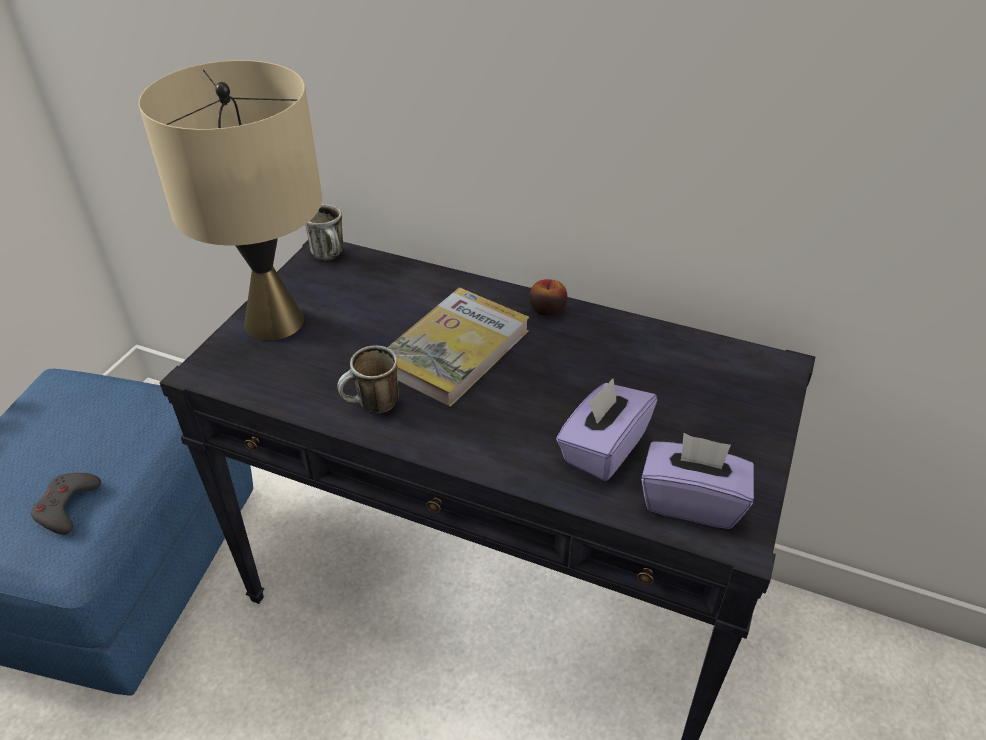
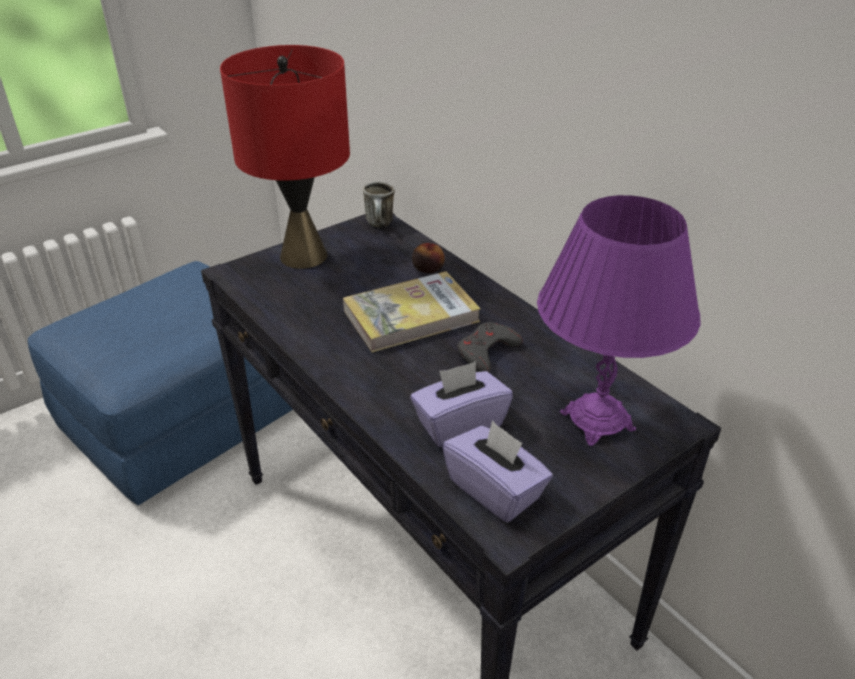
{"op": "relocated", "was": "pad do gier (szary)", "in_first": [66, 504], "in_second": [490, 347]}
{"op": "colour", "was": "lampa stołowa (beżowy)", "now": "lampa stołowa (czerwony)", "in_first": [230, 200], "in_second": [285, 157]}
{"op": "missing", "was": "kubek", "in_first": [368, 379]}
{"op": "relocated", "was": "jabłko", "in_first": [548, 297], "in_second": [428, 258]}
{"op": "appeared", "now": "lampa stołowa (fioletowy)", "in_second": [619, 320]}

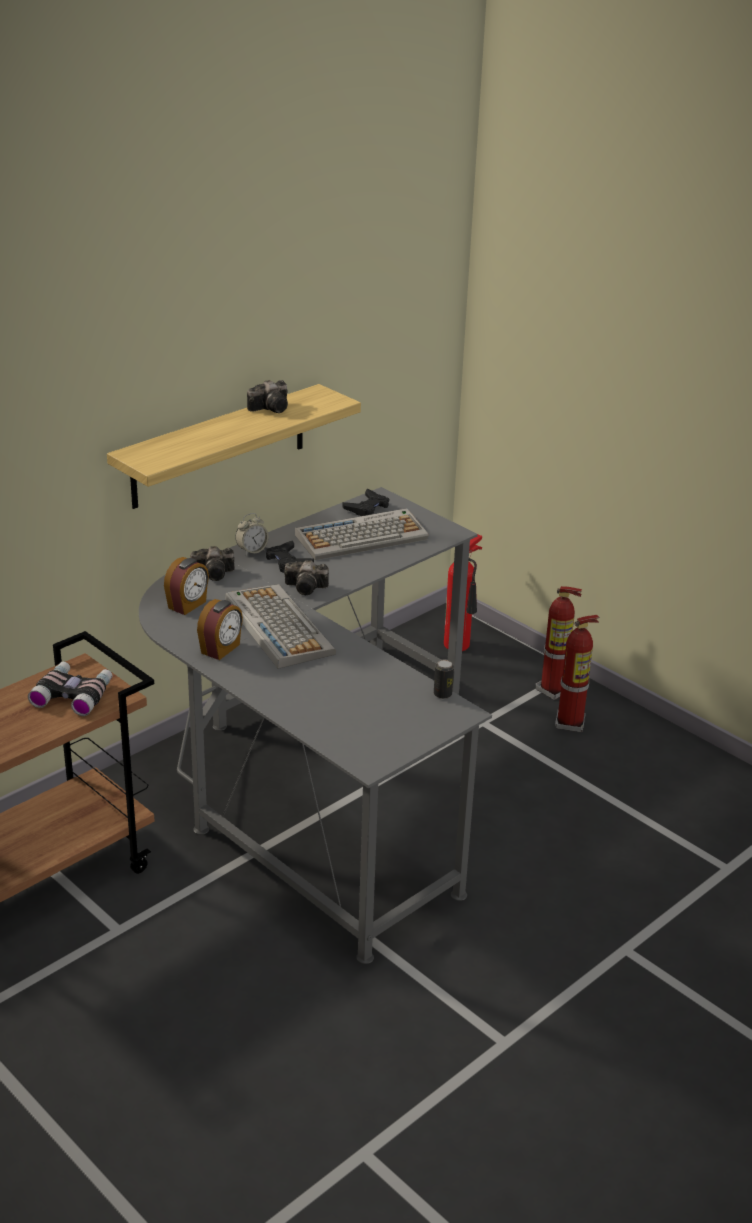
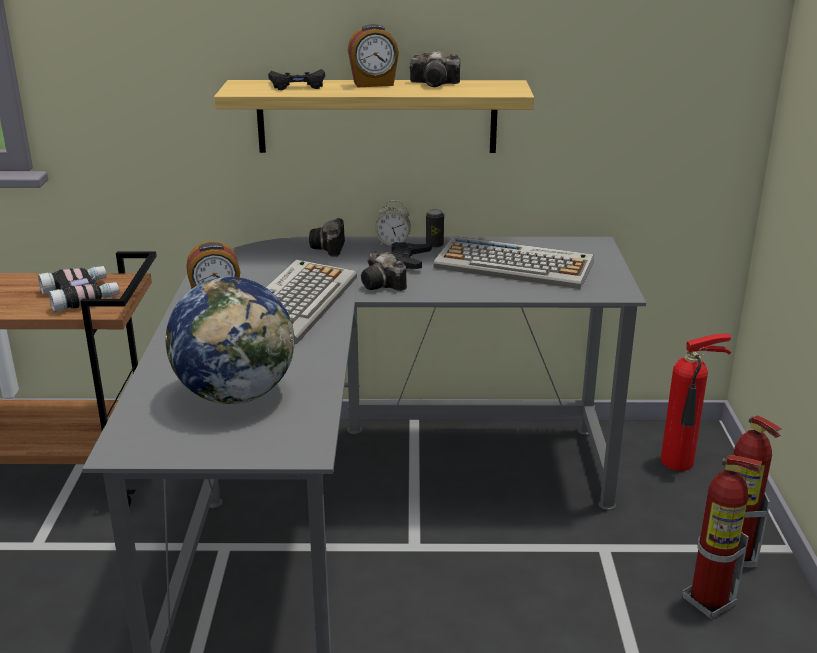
{"op": "relocated", "was": "budzik", "in_first": [186, 586], "in_second": [373, 55]}
{"op": "spun", "was": "aparat fotograficzny", "in_first": [212, 563], "in_second": [327, 237], "clockwise": 60}
{"op": "relocated", "was": "pad do gier (czarny)", "in_first": [365, 502], "in_second": [296, 79]}
{"op": "relocated", "was": "puszka", "in_first": [444, 679], "in_second": [435, 228]}
{"op": "appeared", "now": "globus", "in_second": [229, 340]}

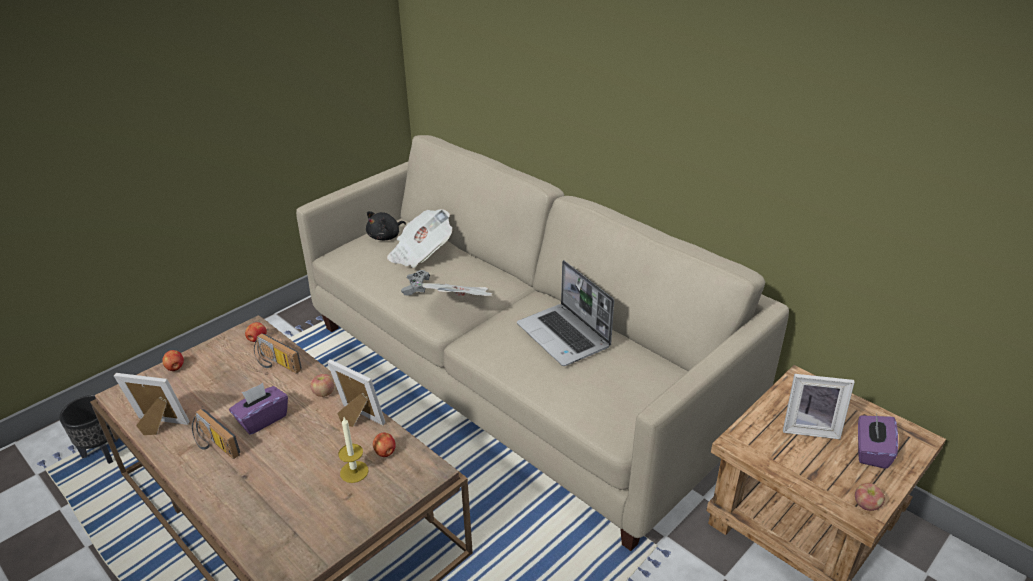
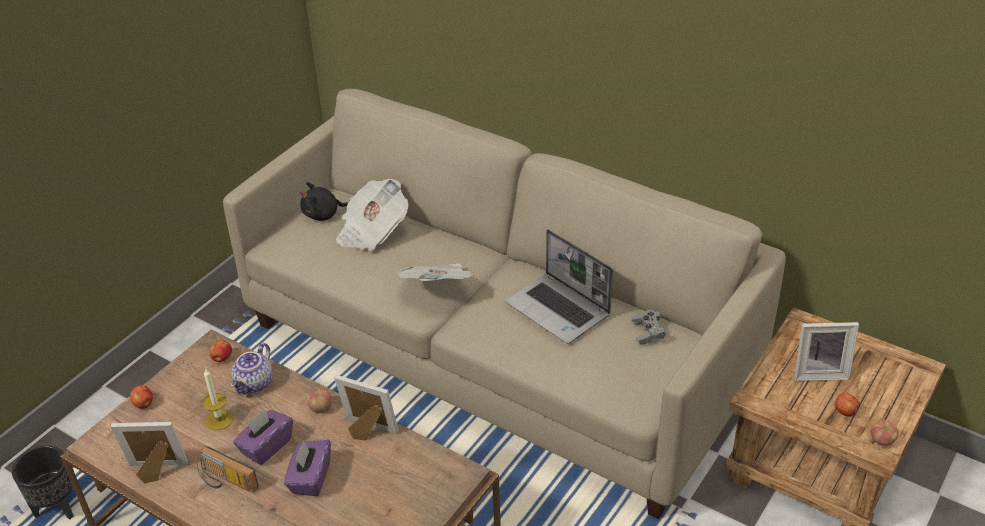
{"op": "exchanged", "was": "radio", "now": "imbryk", "in_first": [278, 353], "in_second": [251, 368]}
{"op": "relocated", "was": "świeca", "in_first": [353, 450], "in_second": [218, 399]}
{"op": "spun", "was": "pluszak (czarny)", "in_first": [386, 225], "in_second": [324, 201], "clockwise": 45}
{"op": "relocated", "was": "jabłko", "in_first": [384, 445], "in_second": [847, 405]}
{"op": "relocated", "was": "pad do gier (szary)", "in_first": [415, 283], "in_second": [648, 327]}
{"op": "relocated", "was": "pudełko chusteczek (fioletowy)", "in_first": [878, 442], "in_second": [307, 468]}

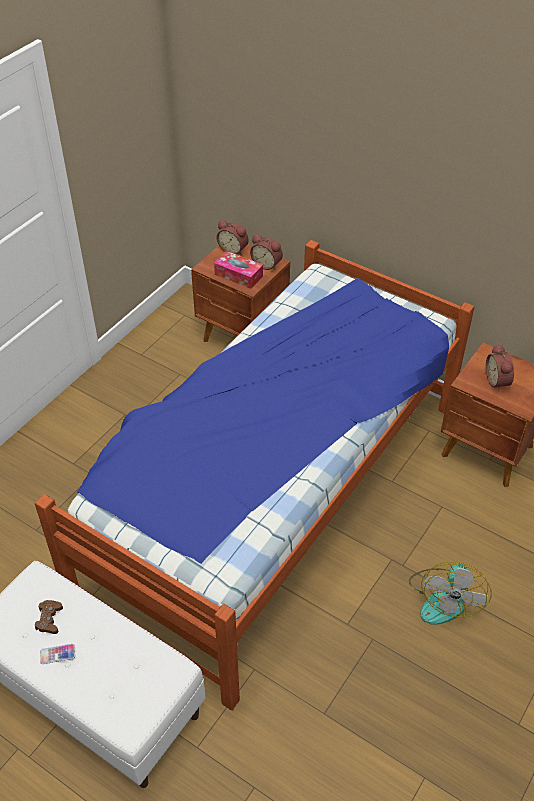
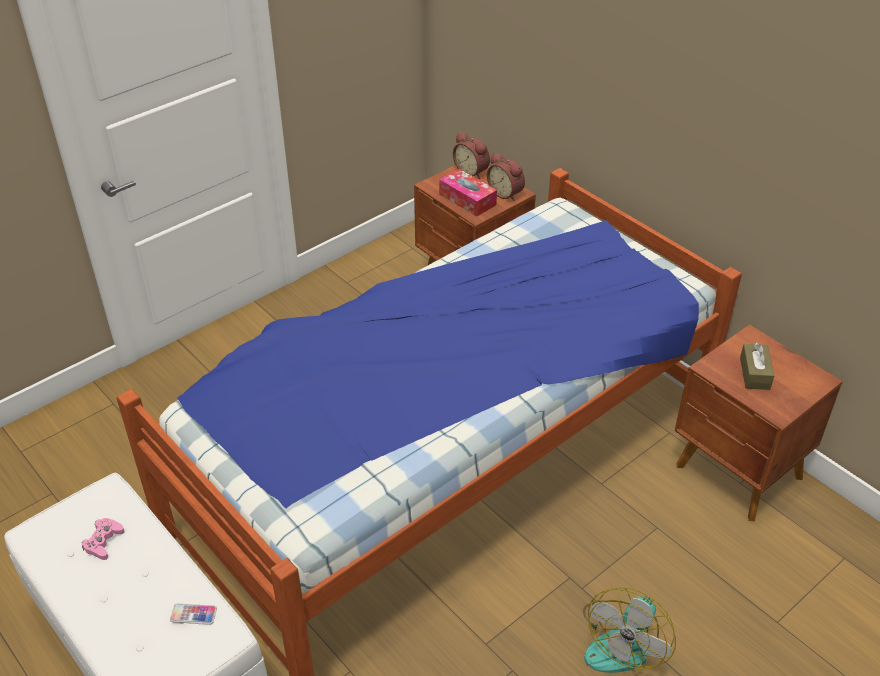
{"op": "colour", "was": "pad do gier (brązowy)", "now": "pad do gier (różowy)", "in_first": [49, 617], "in_second": [103, 539]}
{"op": "relocated", "was": "telefon", "in_first": [57, 654], "in_second": [193, 614]}
{"op": "exchanged", "was": "budzik", "now": "pudełko chusteczek (brązowy)", "in_first": [500, 367], "in_second": [757, 366]}

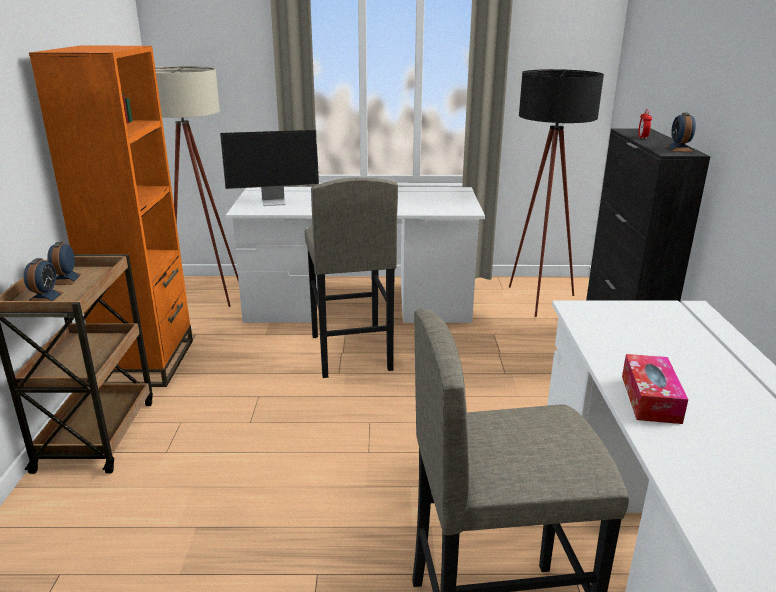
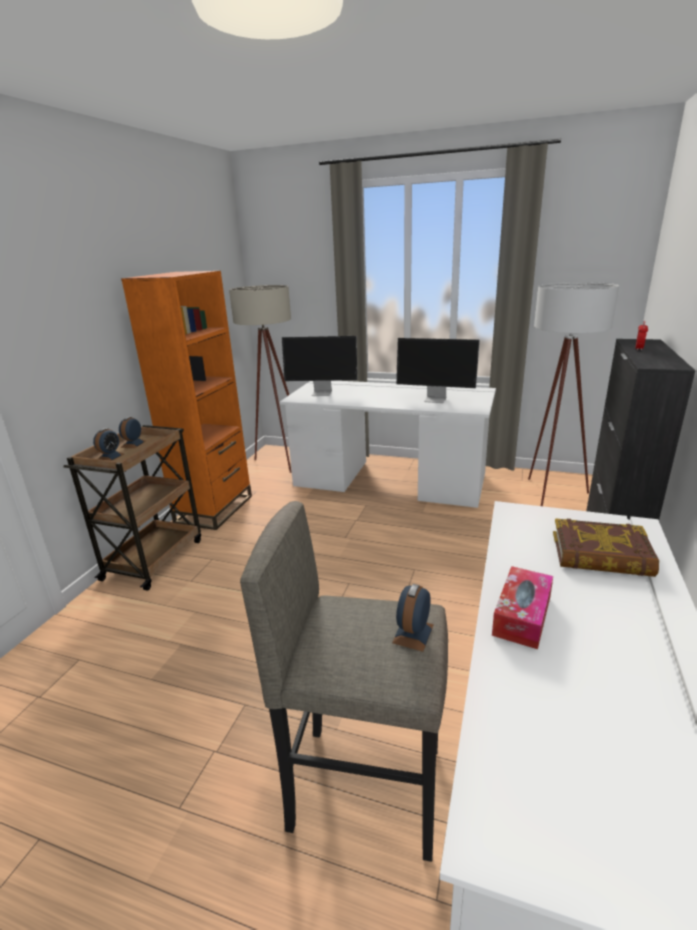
{"op": "missing", "was": "stołek (szary)", "in_first": [351, 277]}
{"op": "colour", "was": "lampa stojąca (czarny)", "now": "lampa stojąca (biały)", "in_first": [556, 193], "in_second": [573, 394]}
{"op": "relocated", "was": "budzik", "in_first": [681, 132], "in_second": [413, 618]}
{"op": "appeared", "now": "monitor", "in_second": [438, 370]}
{"op": "appeared", "now": "książka", "in_second": [606, 547]}

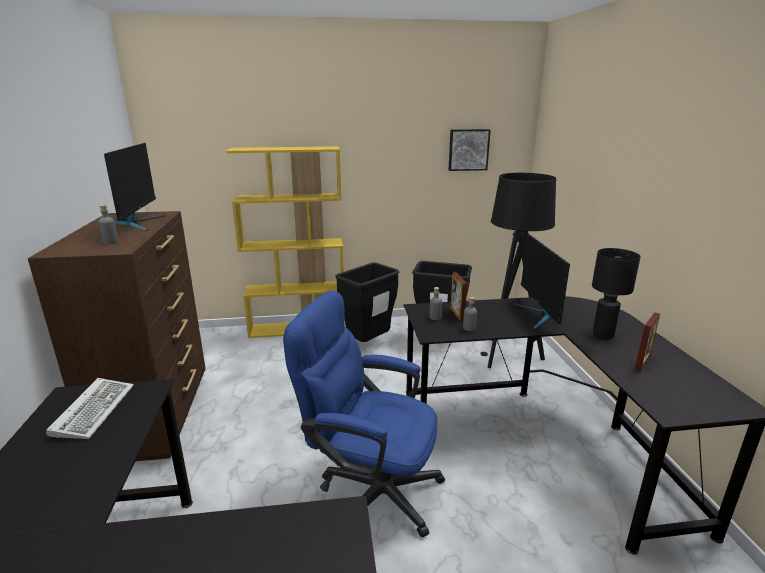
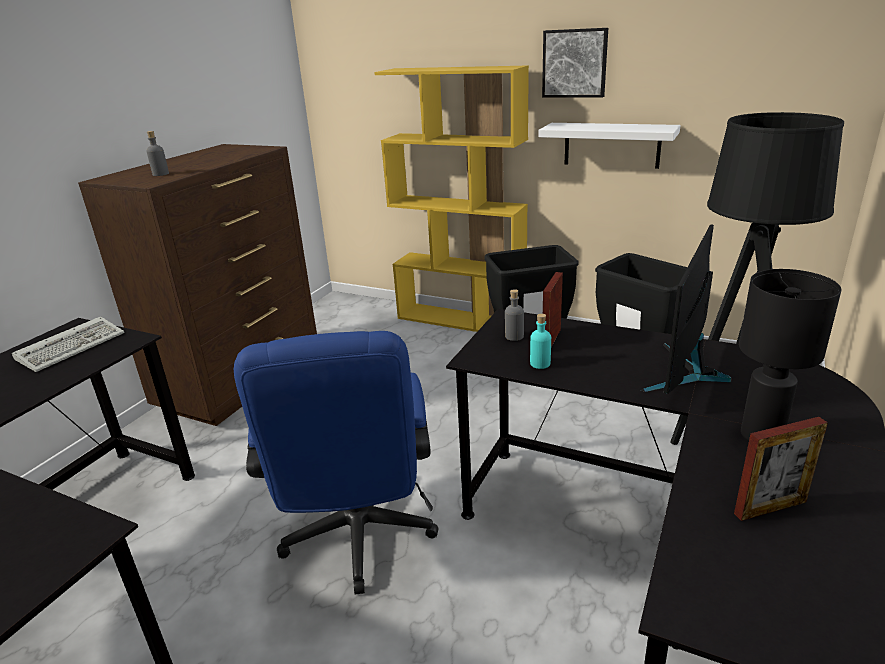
{"op": "missing", "was": "monitor", "in_first": [135, 187]}
{"op": "spun", "was": "krzesło biurowe (niebieski)", "in_first": [364, 413], "in_second": [336, 463], "clockwise": -150}
{"op": "relocated", "was": "obraz", "in_first": [470, 150], "in_second": [575, 63]}
{"op": "colour", "was": "butelka (szary)", "now": "butelka (turkusowy)", "in_first": [470, 314], "in_second": [540, 341]}
{"op": "appeared", "now": "półka (biały)", "in_second": [609, 146]}

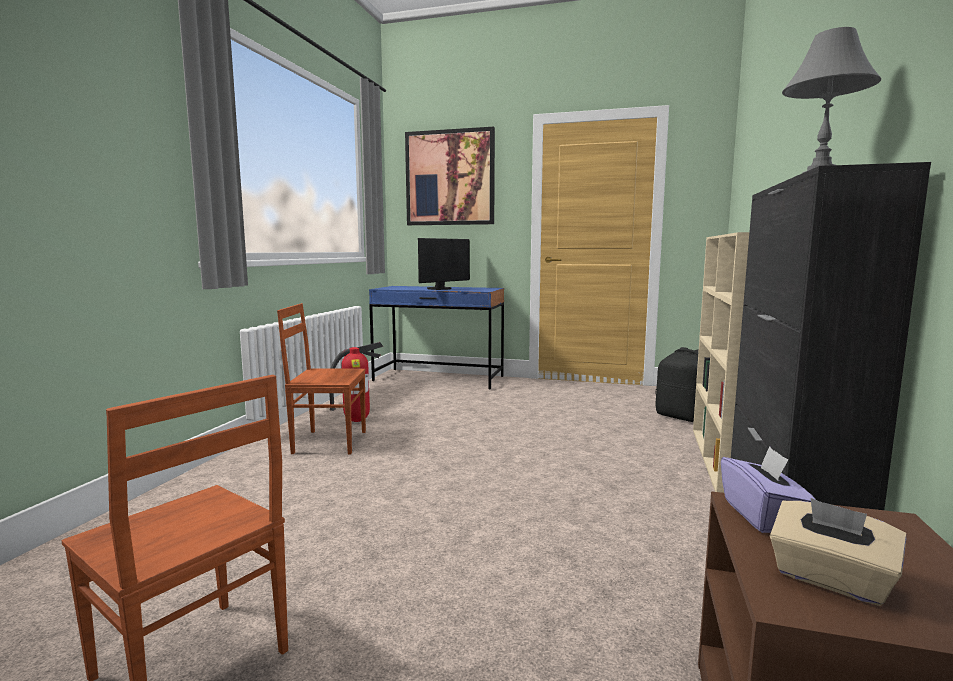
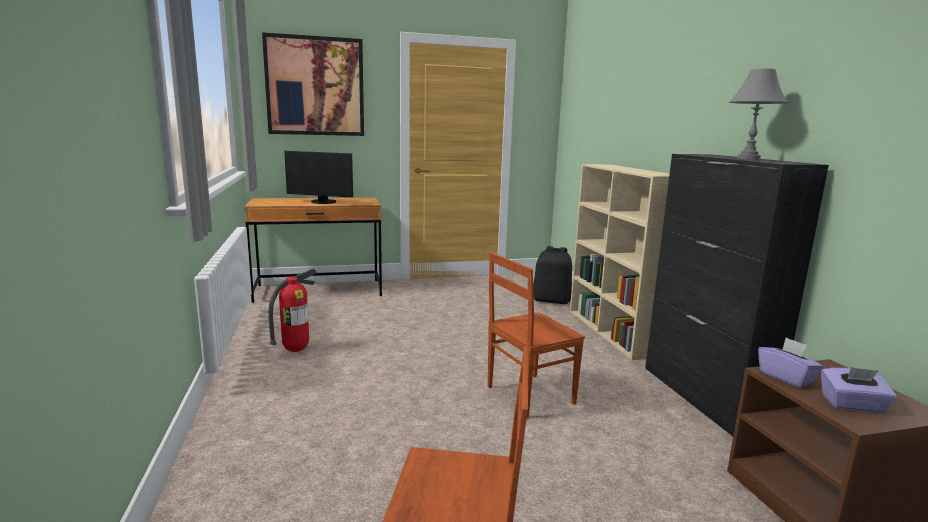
{"op": "relocated", "was": "krzesło (brązowy)", "in_first": [321, 379], "in_second": [536, 335]}
{"op": "colour", "was": "biurko (niebieski)", "now": "biurko (brązowy)", "in_first": [436, 338], "in_second": [313, 250]}
{"op": "spun", "was": "monitor", "in_first": [444, 264], "in_second": [318, 177], "clockwise": 90}
{"op": "colour", "was": "pudełko chusteczek (beżowy)", "now": "pudełko chusteczek (fioletowy)", "in_first": [838, 552], "in_second": [859, 390]}

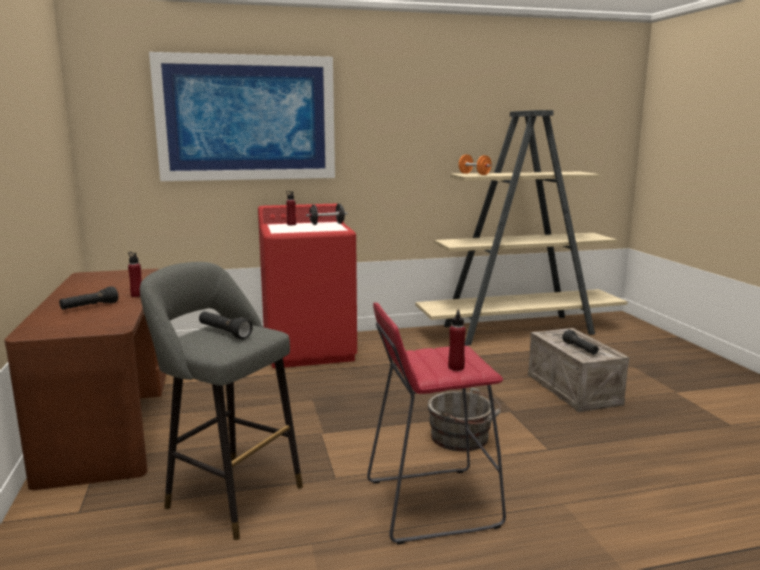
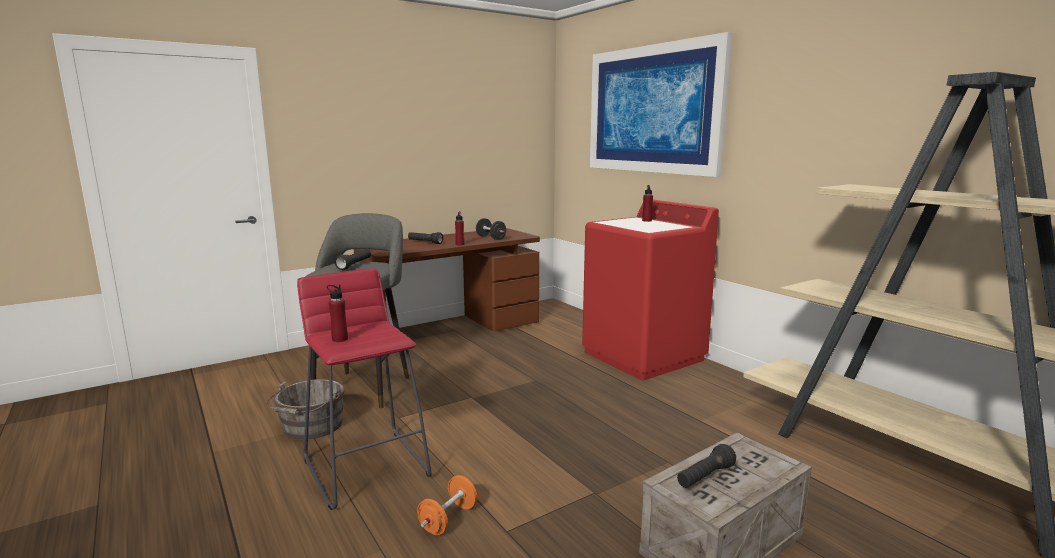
{"op": "relocated", "was": "hantel (czarny)", "in_first": [327, 214], "in_second": [491, 229]}
{"op": "relocated", "was": "wiadro (szary)", "in_first": [464, 419], "in_second": [306, 409]}
{"op": "relocated", "was": "hantel (pomarańczowy)", "in_first": [475, 164], "in_second": [447, 505]}

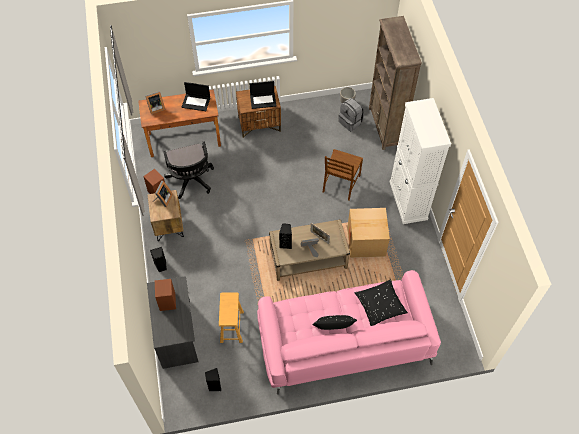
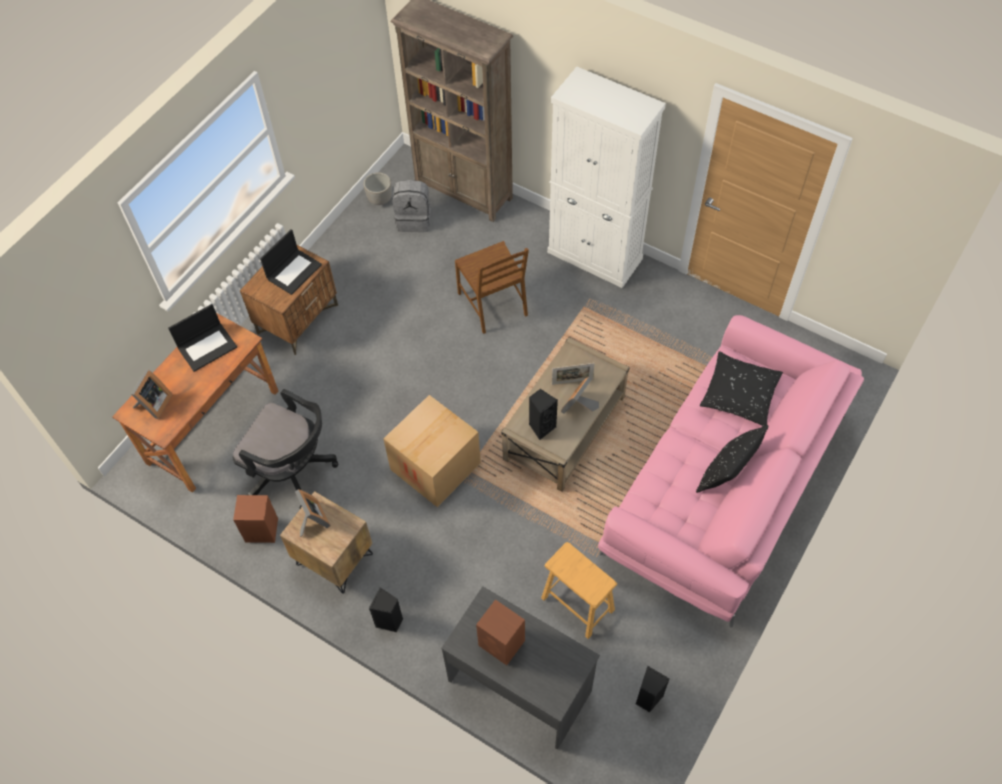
{"op": "relocated", "was": "karton", "in_first": [368, 233], "in_second": [432, 451]}

